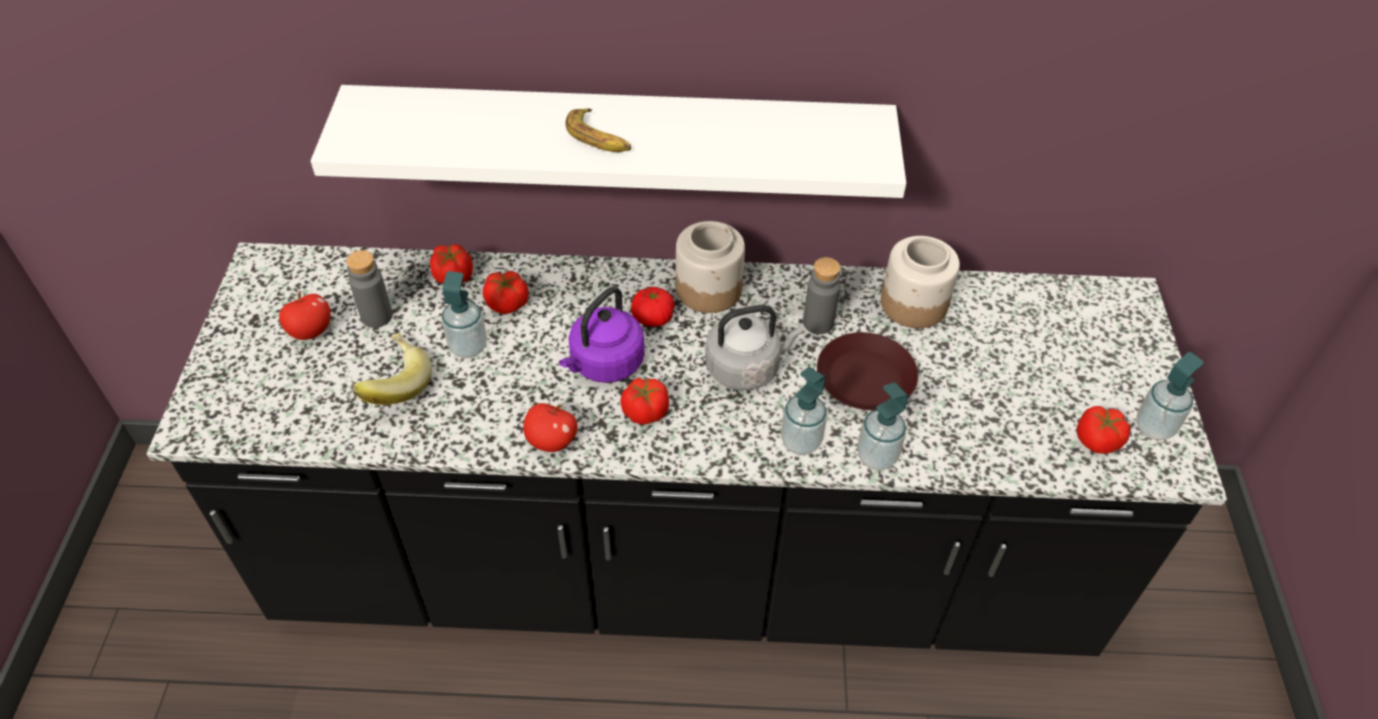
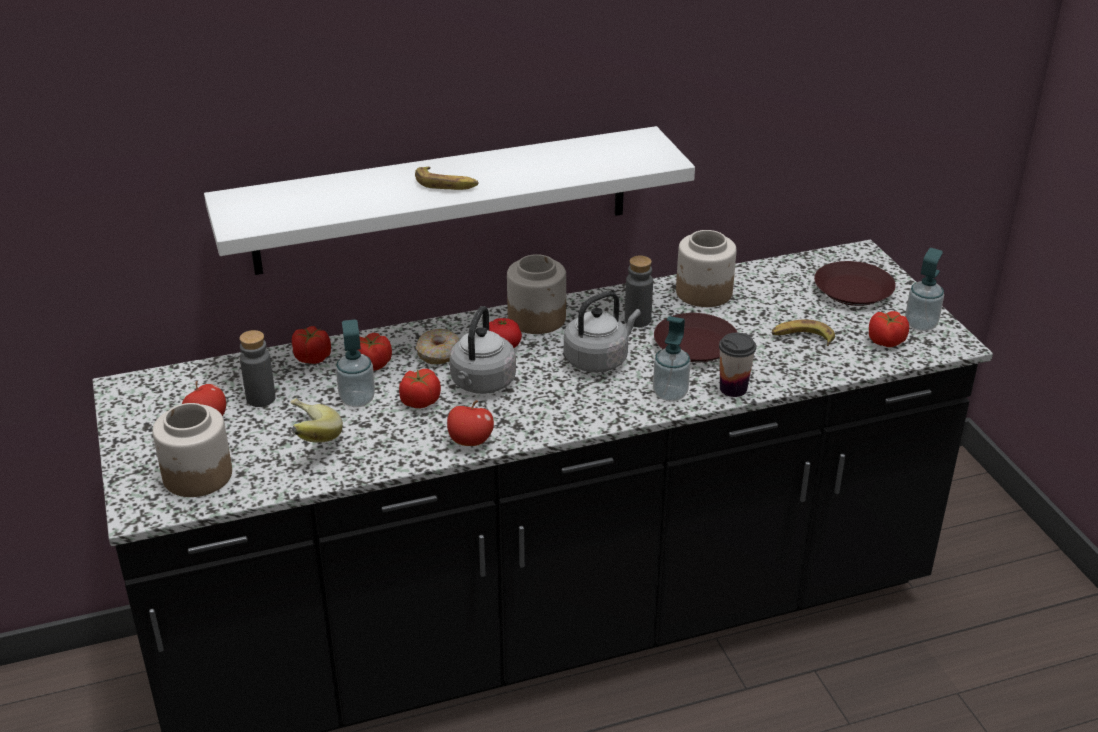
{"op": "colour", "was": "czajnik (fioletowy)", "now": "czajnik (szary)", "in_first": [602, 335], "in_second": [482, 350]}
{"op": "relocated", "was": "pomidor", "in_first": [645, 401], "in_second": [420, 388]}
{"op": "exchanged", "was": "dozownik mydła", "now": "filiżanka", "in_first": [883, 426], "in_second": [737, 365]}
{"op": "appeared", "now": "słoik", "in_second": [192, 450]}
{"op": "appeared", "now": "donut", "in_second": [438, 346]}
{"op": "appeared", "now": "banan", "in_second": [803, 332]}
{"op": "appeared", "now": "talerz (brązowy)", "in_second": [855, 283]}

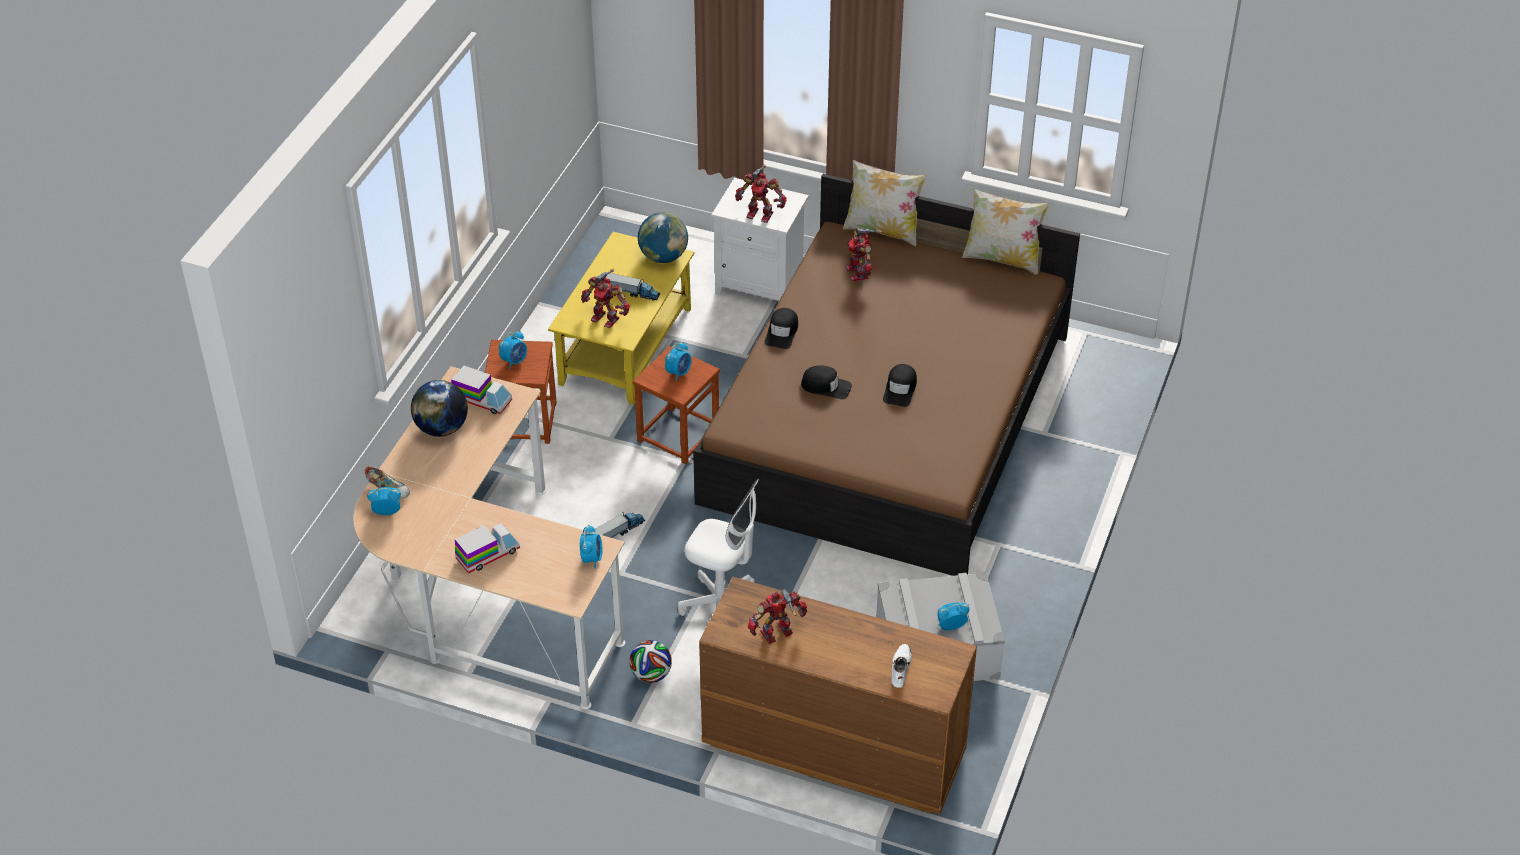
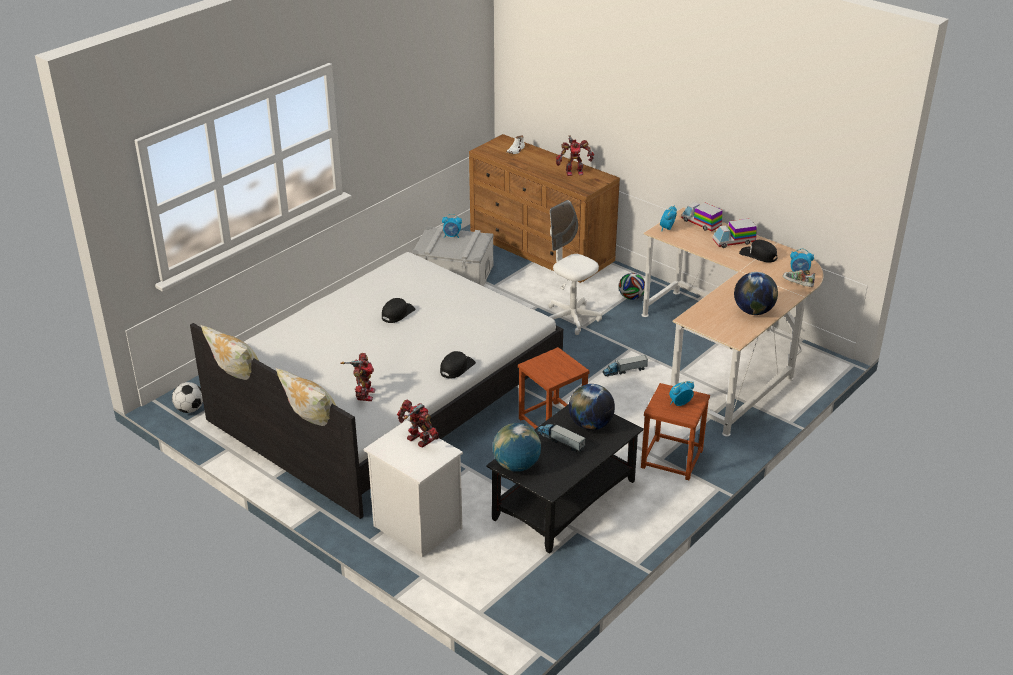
{"op": "relocated", "was": "ciężarówka zabawkowa", "in_first": [481, 389], "in_second": [702, 216]}
{"op": "colour", "was": "ława (żółty)", "now": "ława (czarny)", "in_first": [621, 318], "in_second": [565, 479]}
{"op": "exchanged", "was": "robot zabawkowy", "now": "globus", "in_first": [605, 298], "in_second": [592, 407]}
{"op": "missing", "was": "budzik", "in_first": [678, 361]}
{"op": "colour", "was": "łóżko (brązowy)", "now": "łóżko (biały)", "in_first": [886, 375], "in_second": [376, 385]}
{"op": "relocated", "was": "czapka z daszkiem (czarny)", "in_first": [826, 382], "in_second": [758, 251]}
{"op": "appeared", "now": "piłka futbolowa", "in_second": [187, 397]}

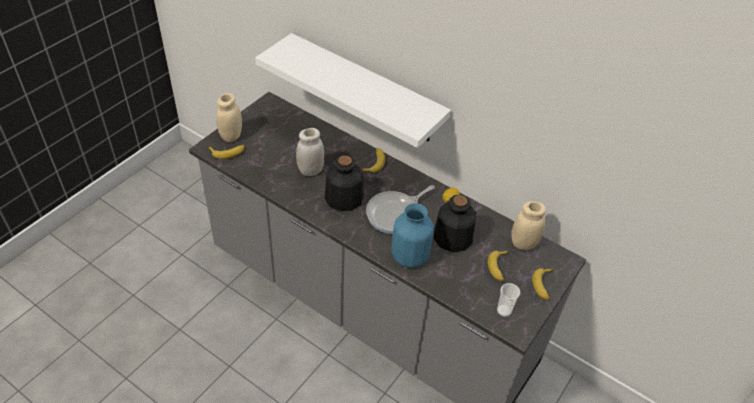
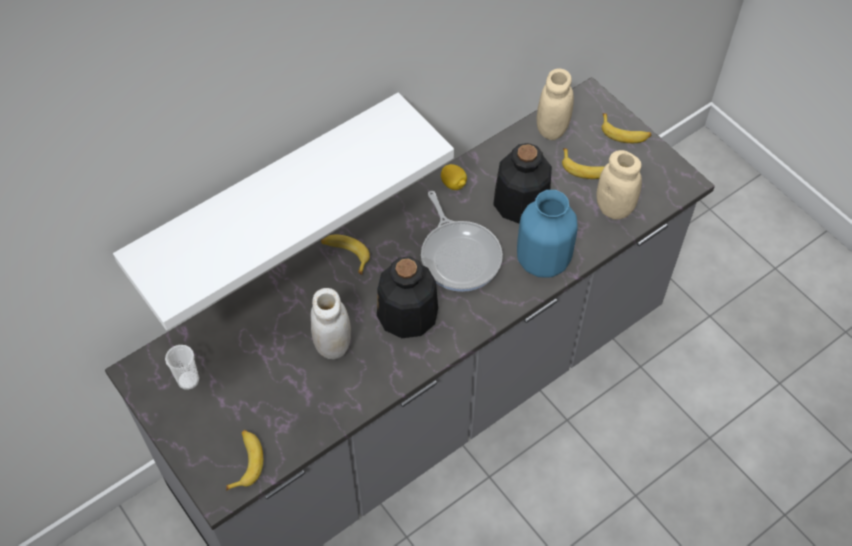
{"op": "relocated", "was": "słoik (beżowy)", "in_first": [229, 117], "in_second": [619, 185]}
{"op": "relocated", "was": "filiżanka", "in_first": [508, 300], "in_second": [182, 367]}

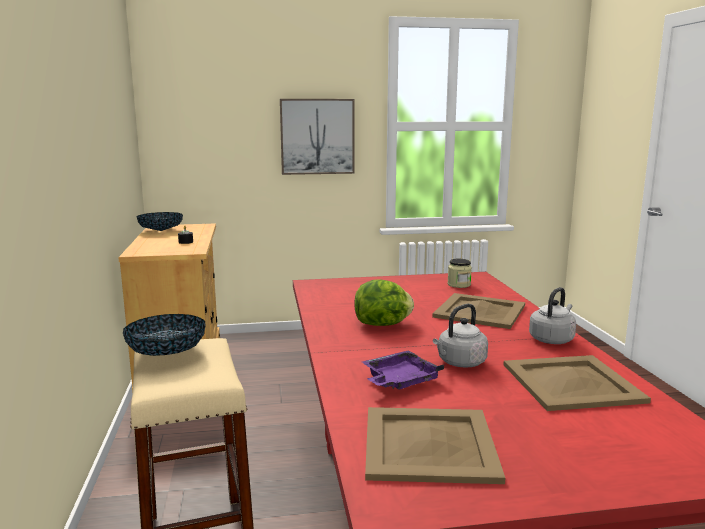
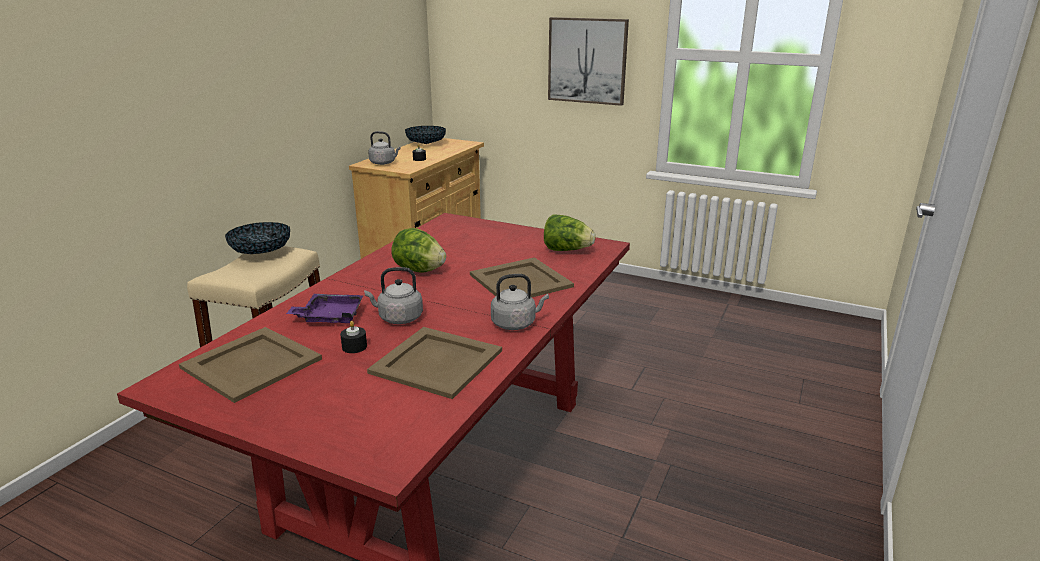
{"op": "exchanged", "was": "słoik", "now": "sałata", "in_first": [459, 273], "in_second": [570, 232]}
{"op": "appeared", "now": "świeca (czarny)", "in_second": [353, 337]}
{"op": "appeared", "now": "czajnik (szary)", "in_second": [384, 148]}

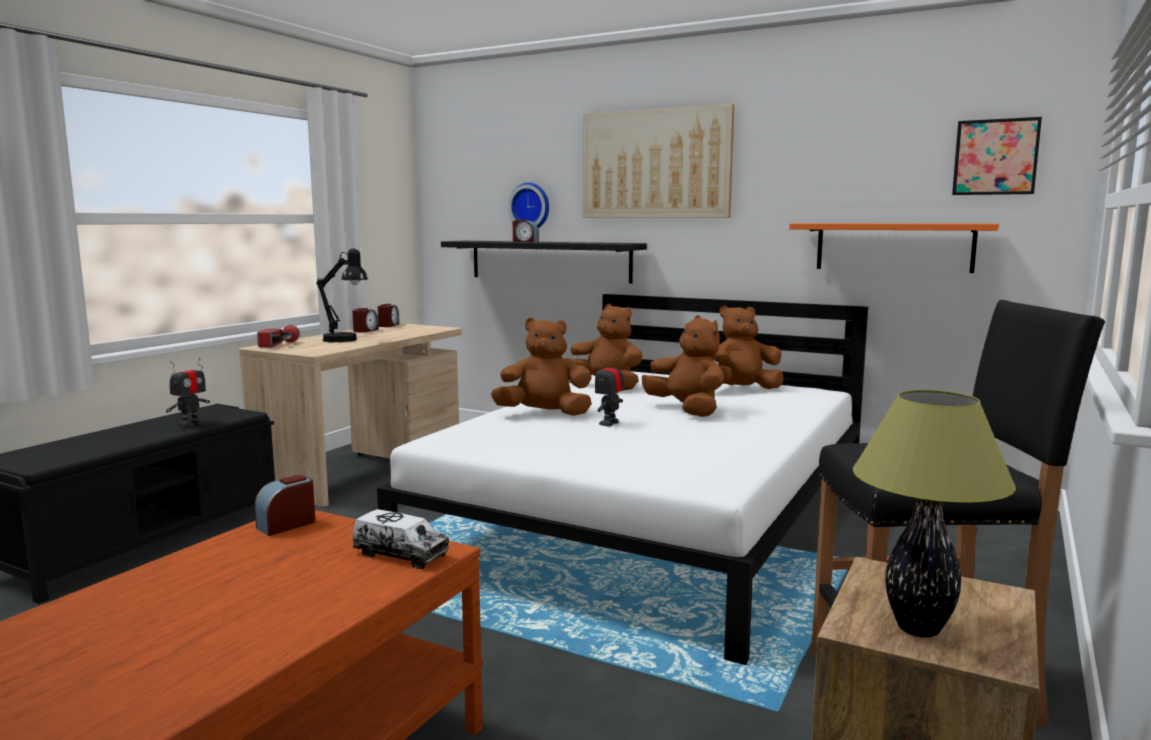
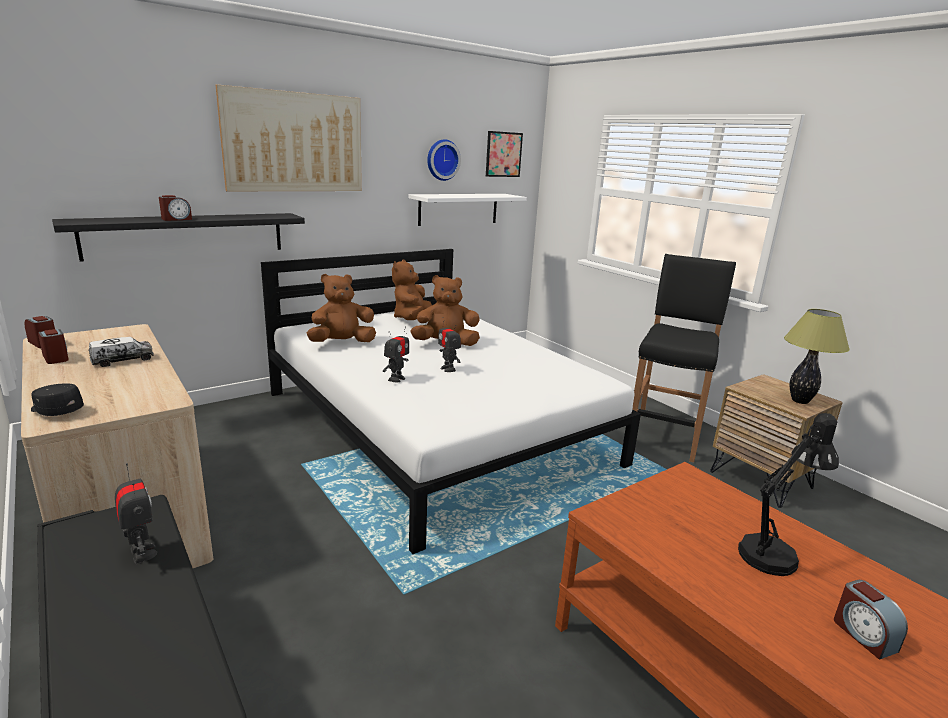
{"op": "relocated", "was": "budzik", "in_first": [285, 505], "in_second": [871, 620]}
{"op": "exchanged", "was": "latarka", "now": "czapka z daszkiem (czarny)", "in_first": [278, 336], "in_second": [57, 399]}
{"op": "relocated", "was": "lampa stołowa (czarny)", "in_first": [342, 295], "in_second": [788, 494]}
{"op": "relocated", "was": "ciężarówka zabawkowa", "in_first": [400, 539], "in_second": [121, 352]}
{"op": "exchanged", "was": "pluszak (brązowy)", "now": "robot zabawkowy", "in_first": [541, 367], "in_second": [396, 354]}
{"op": "relocated", "was": "zegar ścienny", "in_first": [528, 205], "in_second": [444, 160]}
{"op": "colour", "was": "półka (pomarańczowy)", "now": "półka (biały)", "in_first": [894, 248], "in_second": [467, 210]}

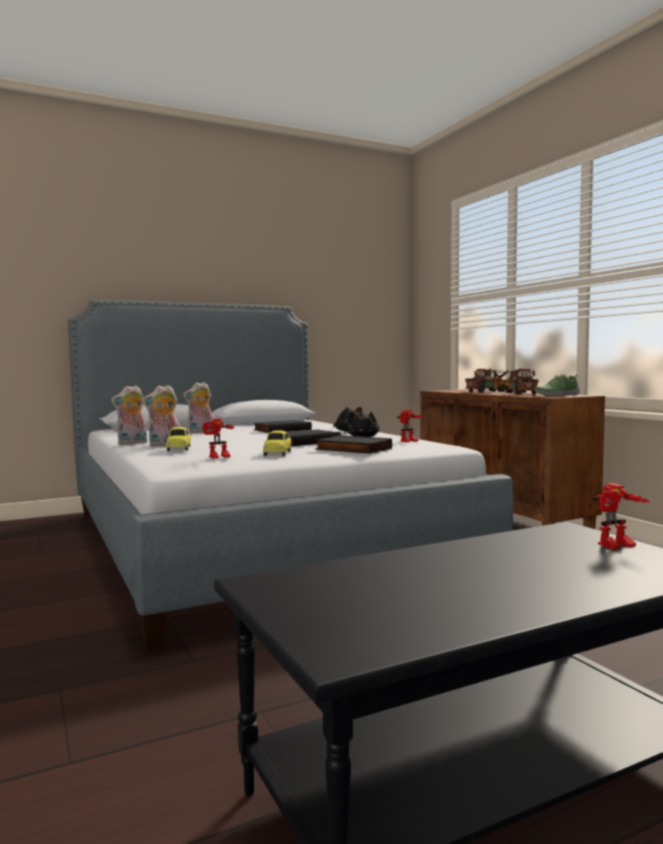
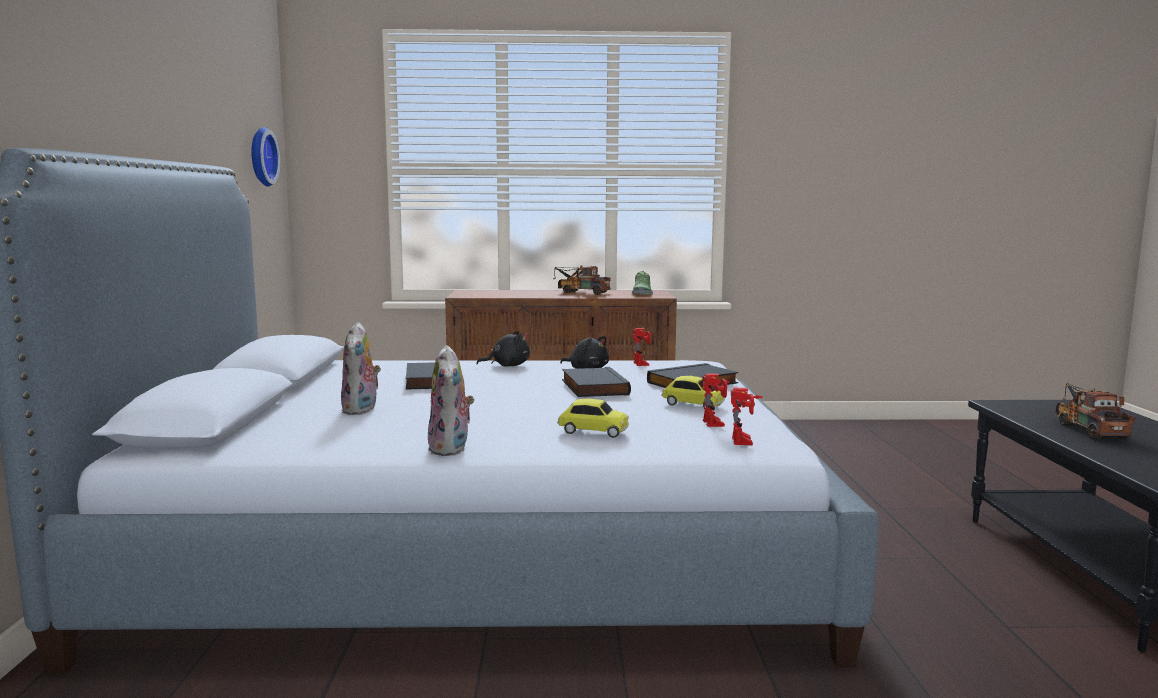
{"op": "missing", "was": "pluszak", "in_first": [161, 415]}
{"op": "relocated", "was": "ciężarówka zabawkowa", "in_first": [487, 380], "in_second": [1095, 411]}
{"op": "relocated", "was": "robot zabawkowy", "in_first": [621, 516], "in_second": [747, 416]}
{"op": "appeared", "now": "zegar ścienny", "in_second": [265, 157]}

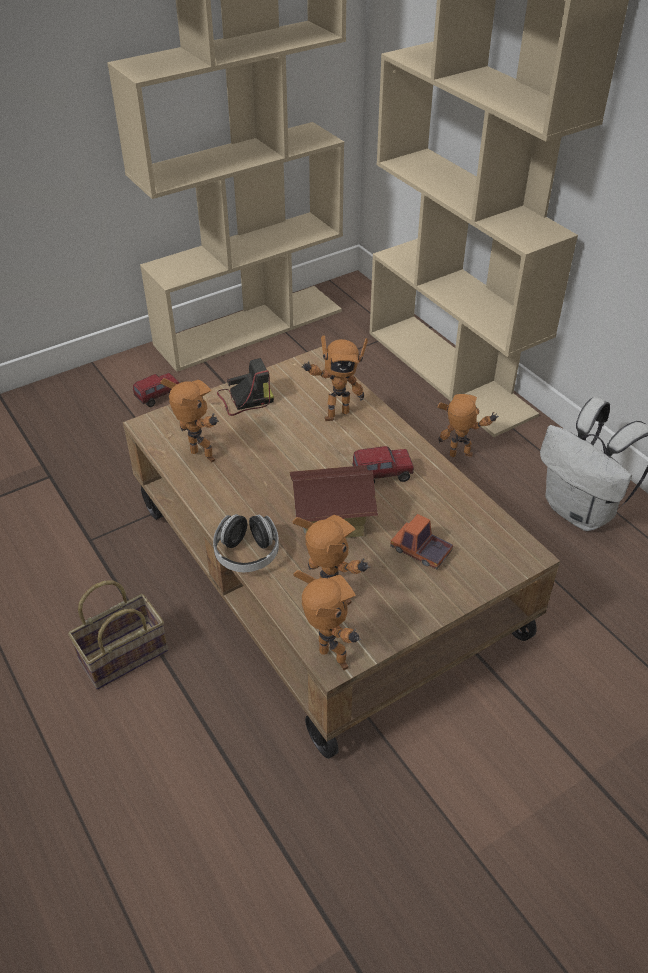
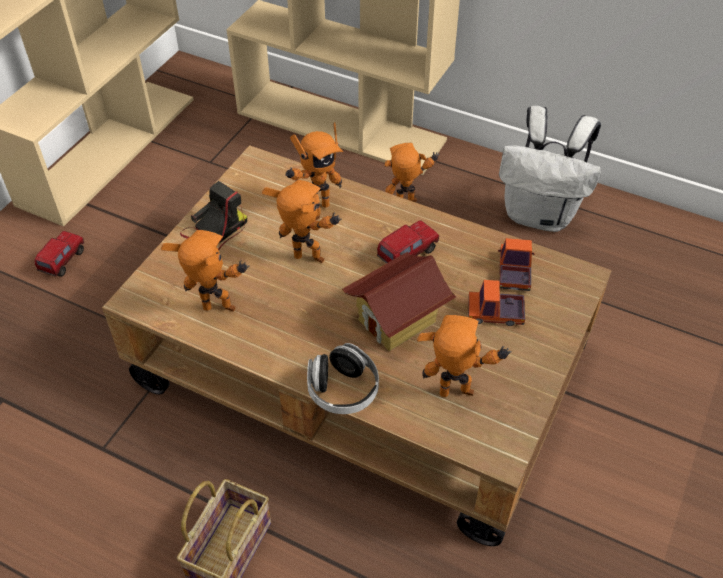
{"op": "relocated", "was": "robot zabawkowy", "in_first": [327, 620], "in_second": [302, 221]}
{"op": "appeared", "now": "ciężarówka zabawkowa", "in_second": [516, 264]}

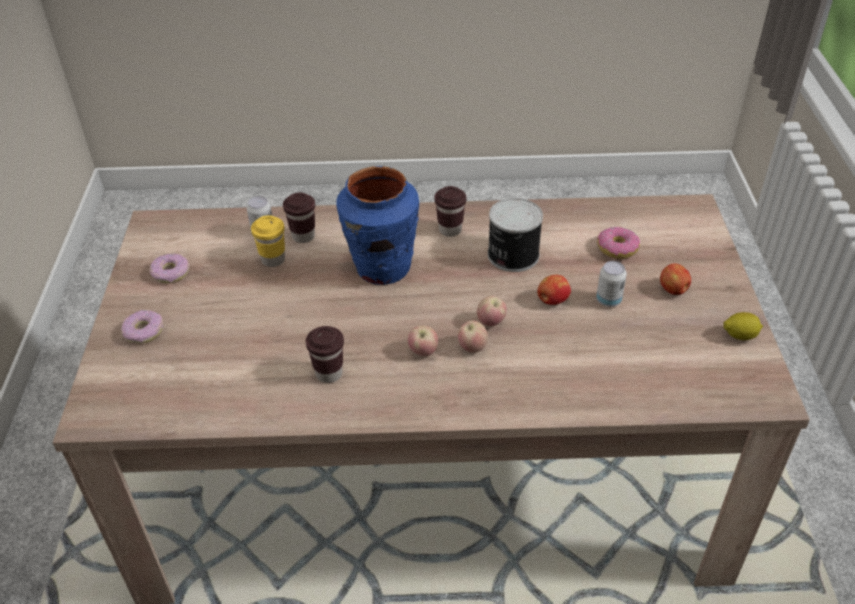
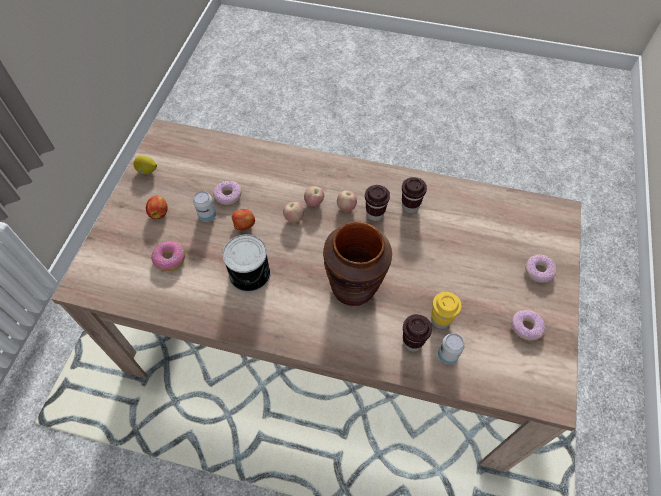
{"op": "colour", "was": "wazon (niebieski)", "now": "wazon (brązowy)", "in_first": [377, 225], "in_second": [357, 264]}
{"op": "relocated", "was": "filiżanka (brązowy)", "in_first": [450, 211], "in_second": [377, 203]}
{"op": "appeared", "now": "donut", "in_second": [227, 193]}

